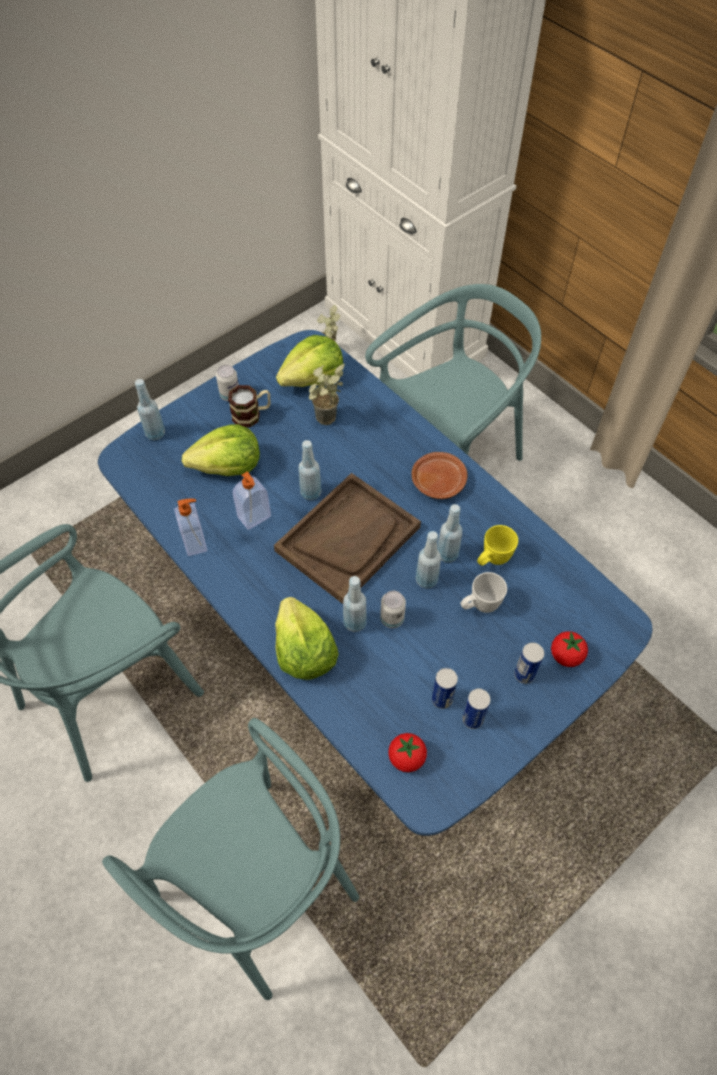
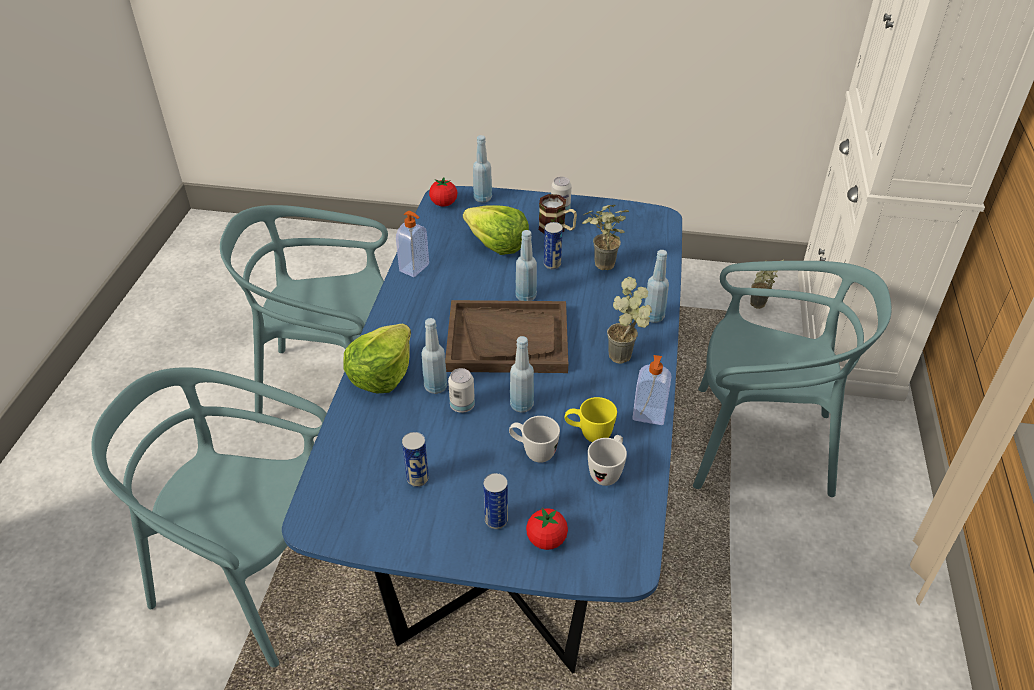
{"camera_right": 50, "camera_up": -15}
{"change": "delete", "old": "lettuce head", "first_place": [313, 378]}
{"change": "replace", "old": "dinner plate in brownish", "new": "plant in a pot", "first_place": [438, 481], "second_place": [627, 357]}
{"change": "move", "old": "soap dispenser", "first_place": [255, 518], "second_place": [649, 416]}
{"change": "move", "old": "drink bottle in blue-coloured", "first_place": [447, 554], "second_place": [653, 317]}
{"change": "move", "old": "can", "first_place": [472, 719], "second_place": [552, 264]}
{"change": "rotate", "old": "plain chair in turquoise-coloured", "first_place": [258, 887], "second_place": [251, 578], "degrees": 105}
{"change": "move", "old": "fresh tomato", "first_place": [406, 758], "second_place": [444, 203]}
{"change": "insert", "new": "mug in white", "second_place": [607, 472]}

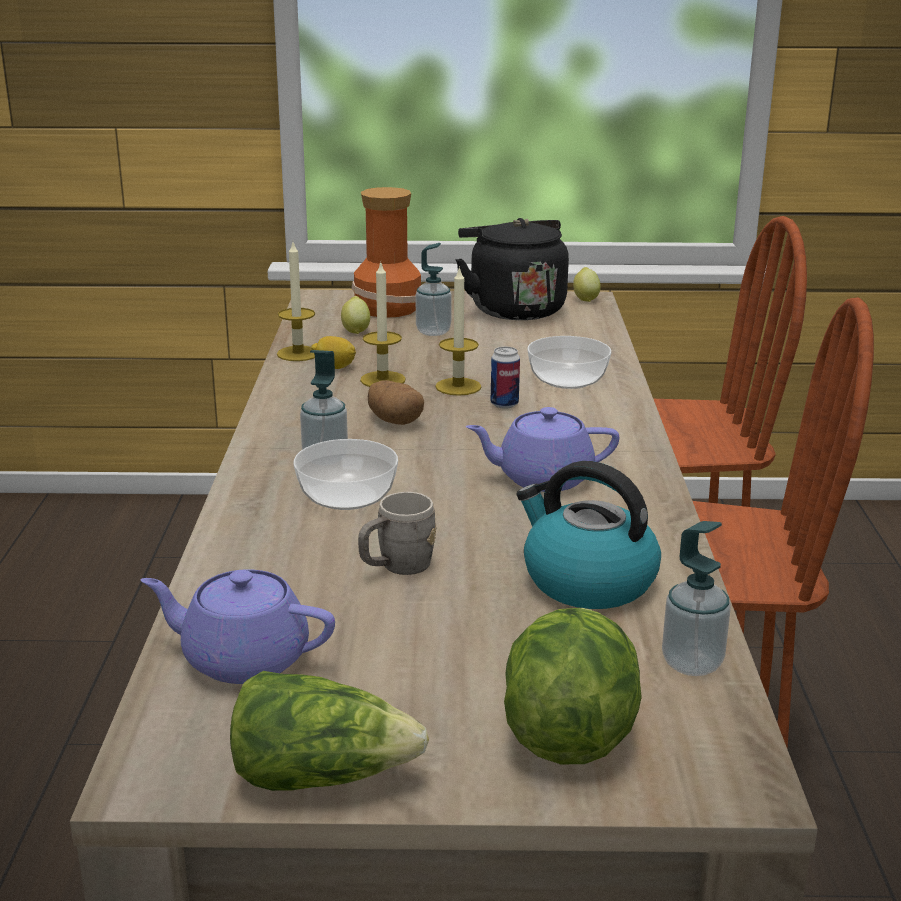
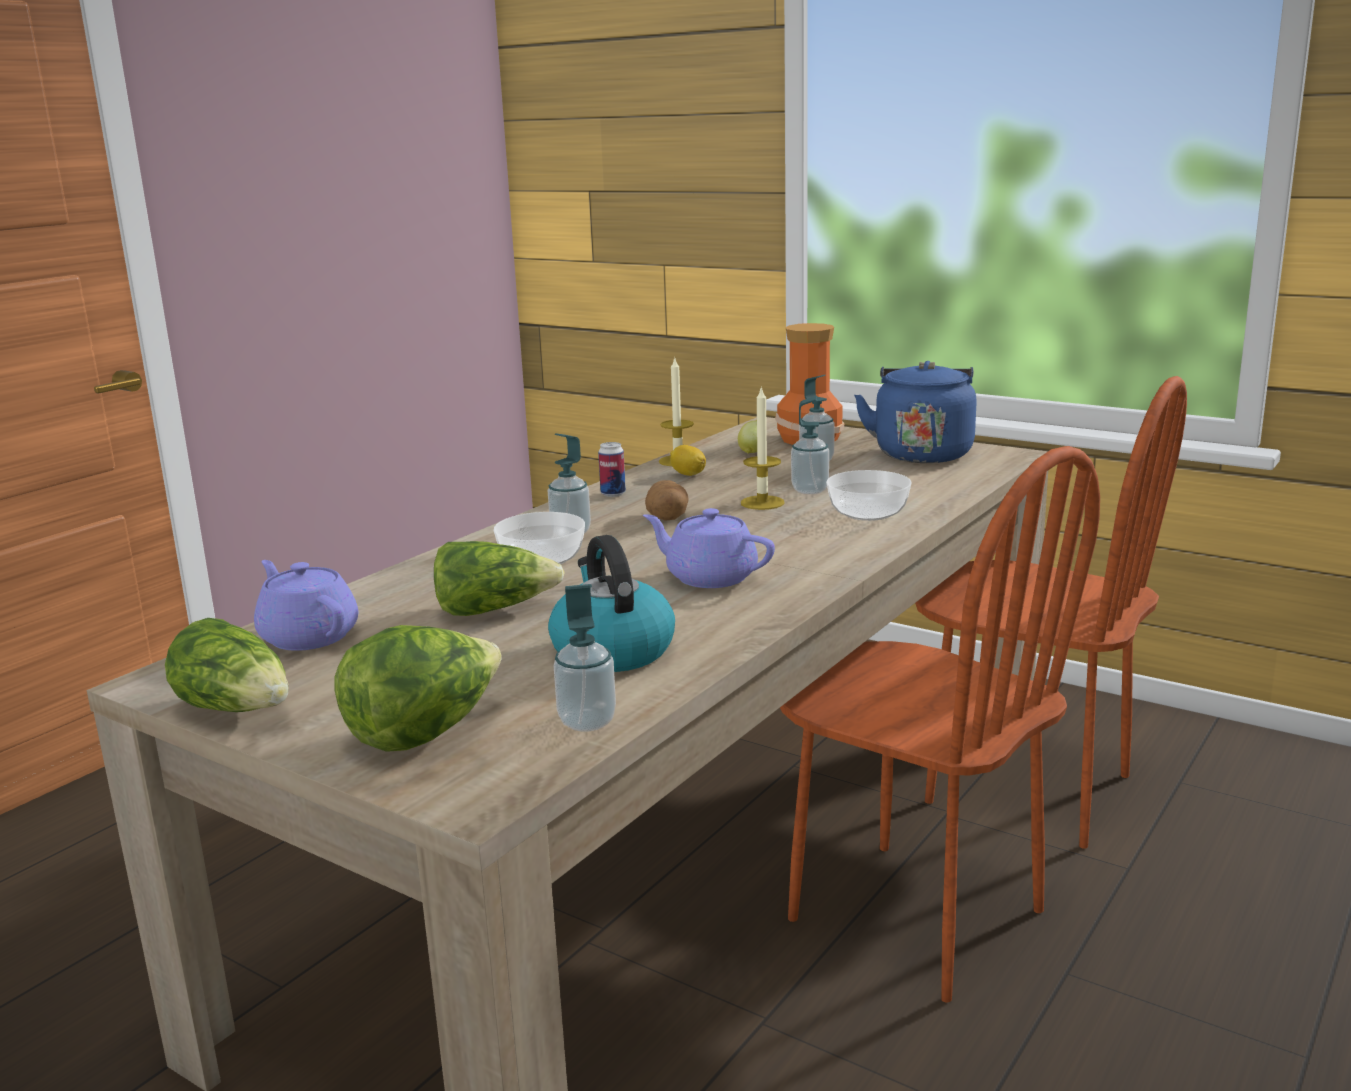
{"camera_right": 35, "camera_up": -5}
{"change": "recolor", "old": "tea kettle in black-coloured", "new": "tea kettle in blue-coloured", "first_place": [513, 309], "second_place": [922, 453]}
{"change": "delete", "old": "wax light", "first_place": [383, 380]}
{"change": "delete", "old": "citrus fruit", "first_place": [585, 299]}
{"change": "move", "old": "can", "first_place": [504, 404], "second_place": [613, 494]}
{"change": "replace", "old": "mug in gray", "new": "lettuce head", "first_place": [397, 567], "second_place": [494, 610]}
{"change": "insert", "new": "soap dispenser", "second_place": [810, 490]}

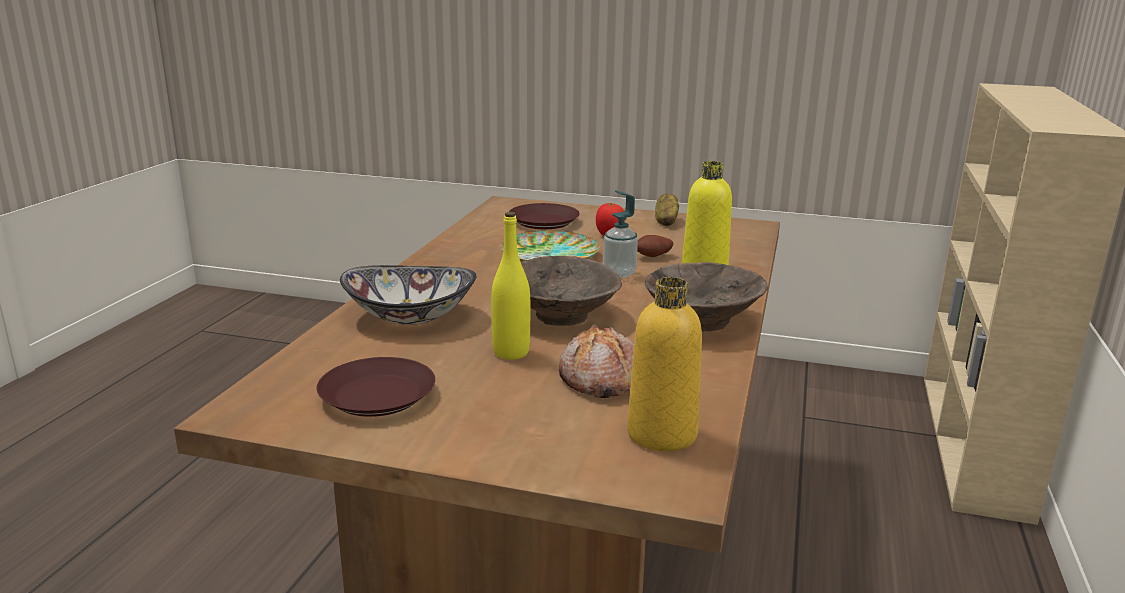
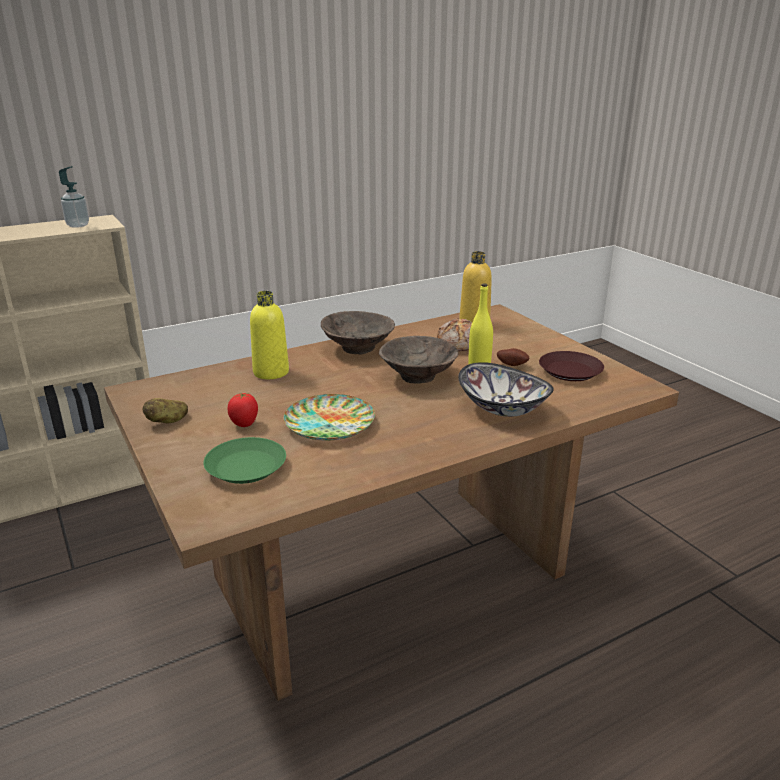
{"camera_right": -135, "camera_up": 5}
{"change": "move", "old": "soap dispenser", "first_place": [619, 274], "second_place": [78, 225]}
{"change": "recolor", "old": "dinner plate in brownish", "new": "dinner plate in green", "first_place": [544, 222], "second_place": [245, 467]}
{"change": "move", "old": "potato", "first_place": [653, 257], "second_place": [512, 364]}

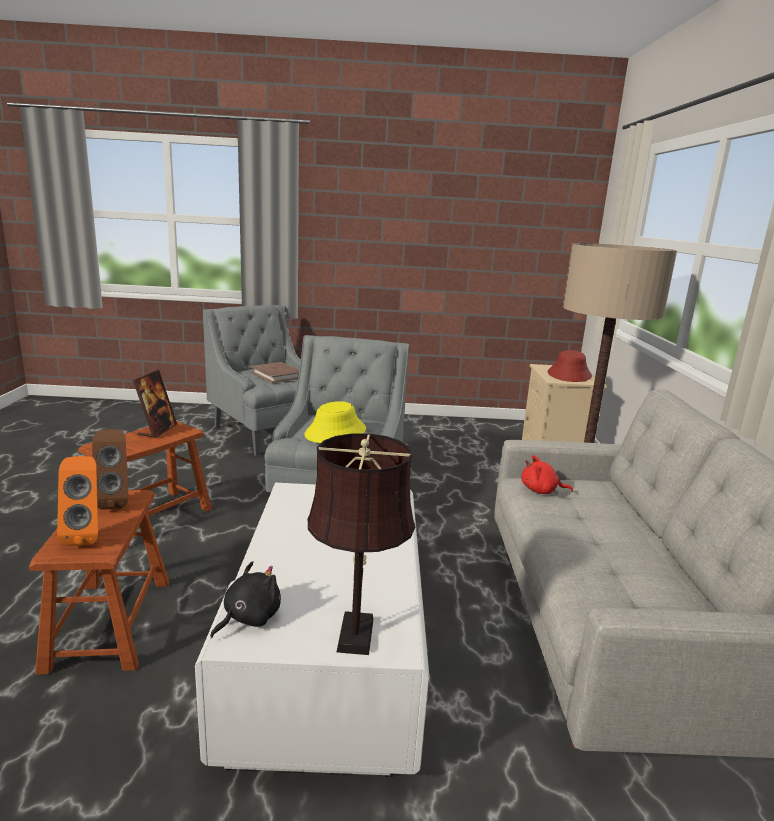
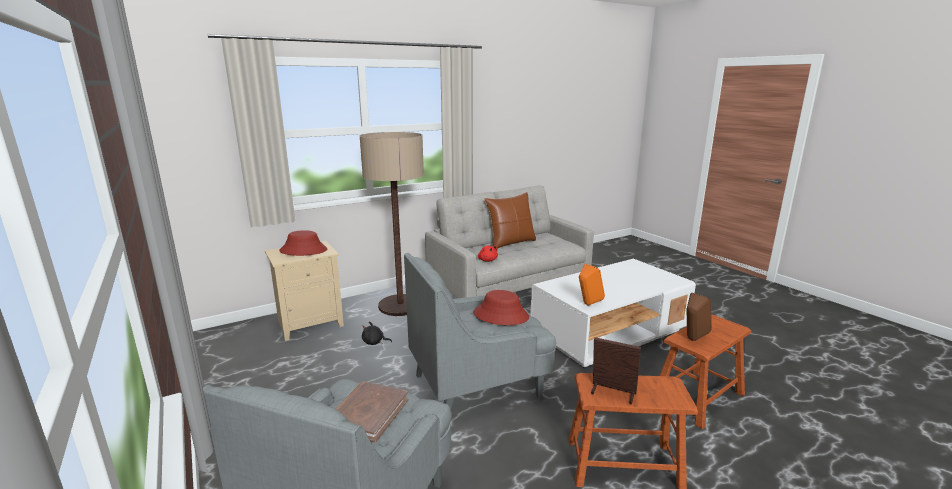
{"camera_right": -120, "camera_up": 0}
{"change": "rotate", "old": "photo frame", "first_place": [157, 430], "second_place": [612, 393], "degrees": 45}
{"change": "recolor", "old": "wearable hat in yellow", "new": "wearable hat in reddish", "first_place": [335, 432], "second_place": [501, 315]}
{"change": "delete", "old": "tabletop lamp in brownish", "first_place": [356, 631]}
{"change": "move", "old": "speaker in orange", "first_place": [87, 536], "second_place": [588, 305]}
{"change": "move", "old": "soft toy in black-coloured", "first_place": [248, 618], "second_place": [374, 342]}
{"change": "insert", "new": "pillow in brownish", "second_place": [510, 243]}

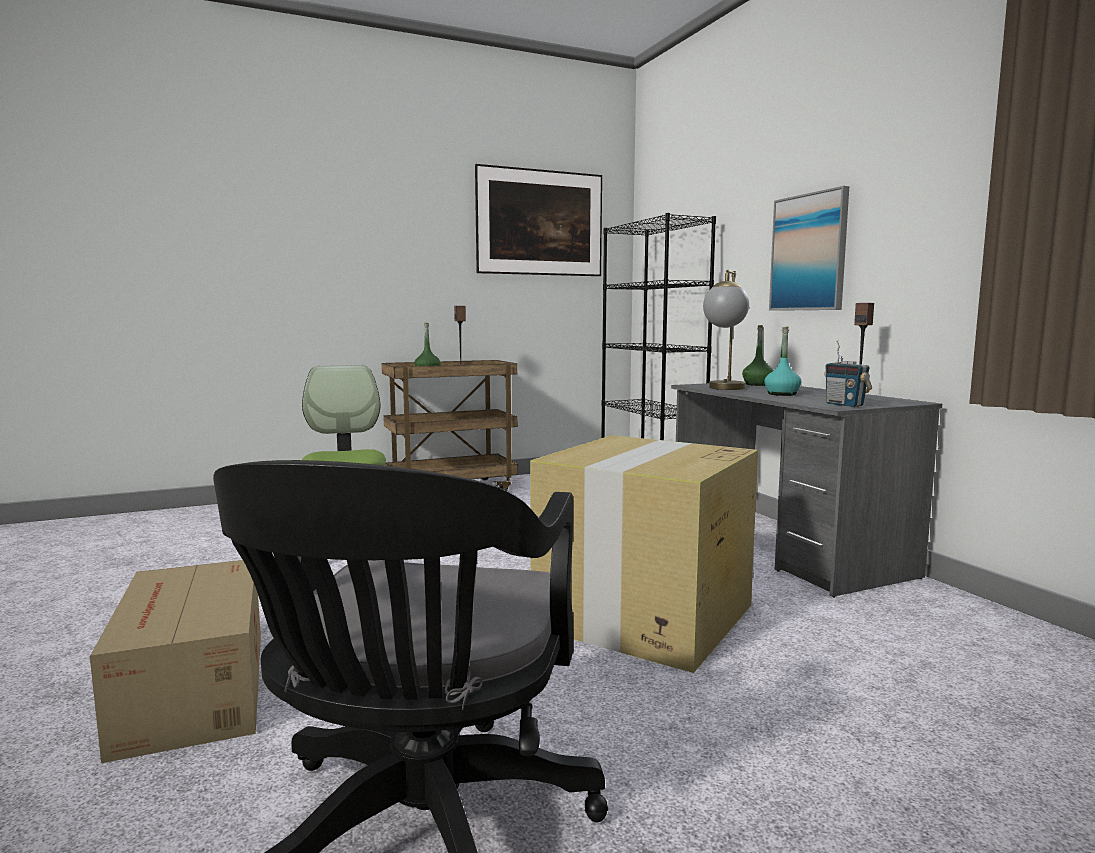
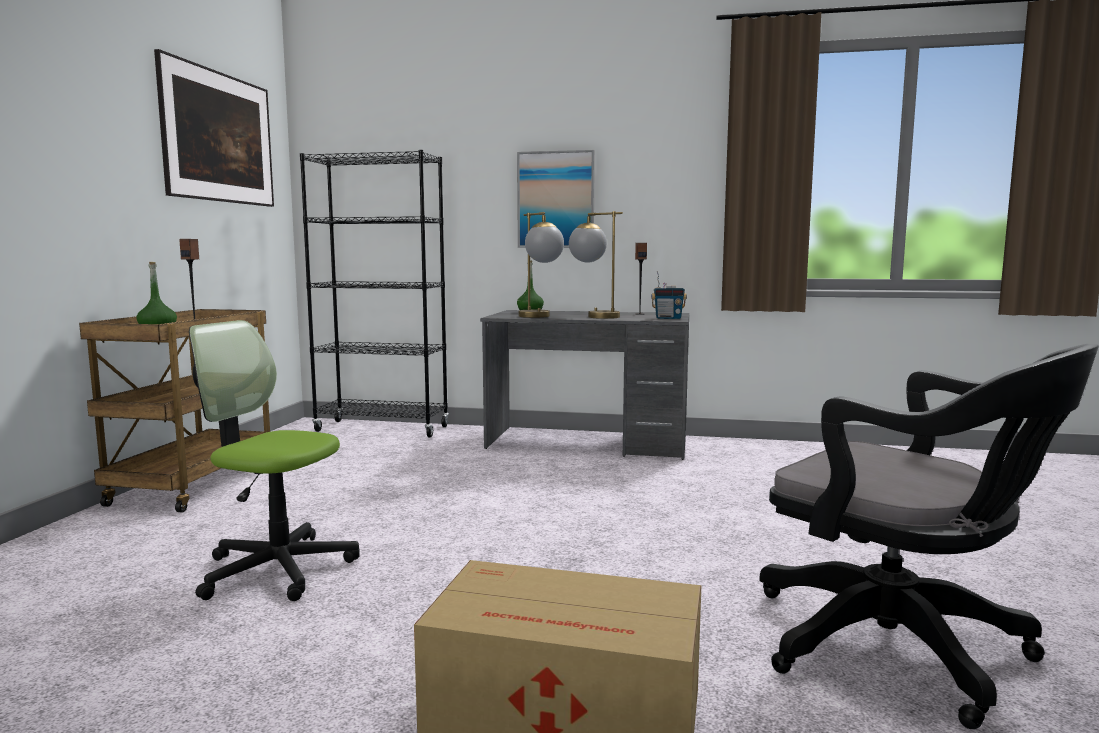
{"camera_right": -55, "camera_up": 0}
{"change": "replace", "old": "drink bottle in turquoise-coloured", "new": "tabletop lamp", "first_place": [782, 394], "second_place": [594, 316]}
{"change": "delete", "old": "packing box", "first_place": [643, 617]}

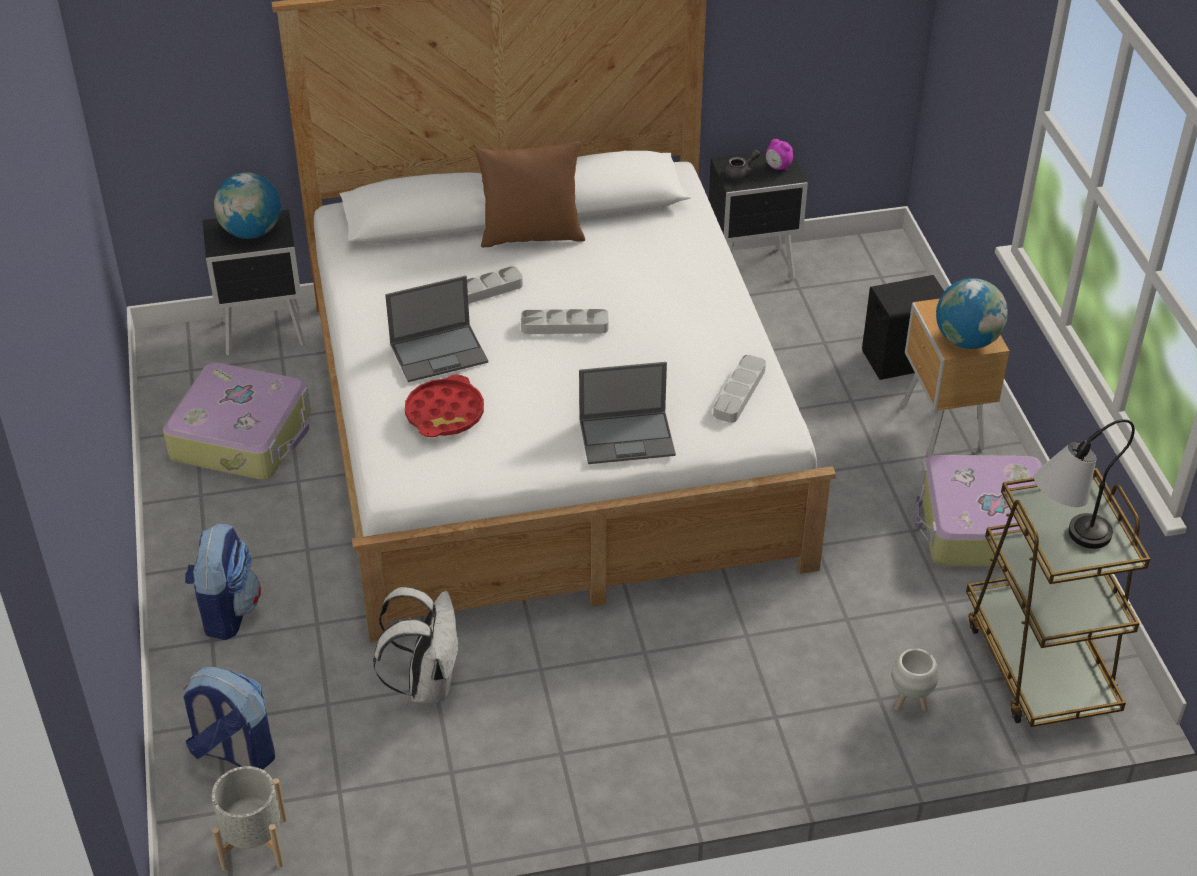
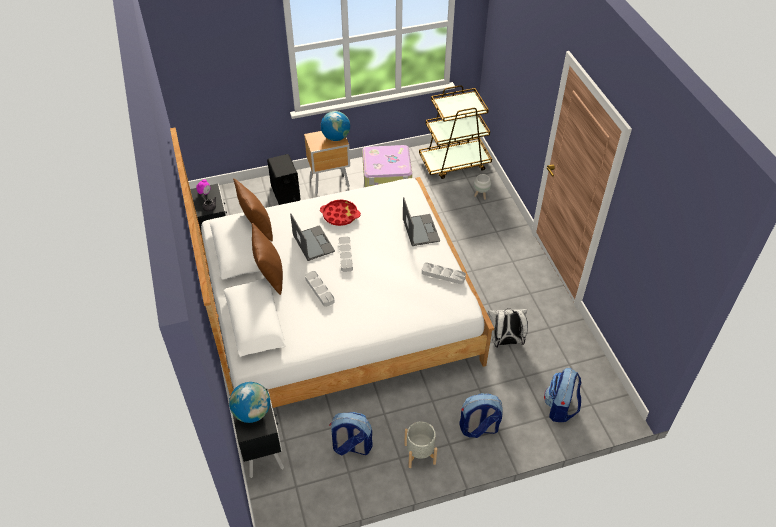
{"camera_right": -95, "camera_up": 5}
{"change": "move", "old": "portable computer", "first_place": [440, 352], "second_place": [313, 243]}
{"change": "move", "old": "serving tray in gray", "first_place": [739, 392], "second_place": [443, 275]}
{"change": "replace", "old": "suitcase", "new": "knapsack", "first_place": [243, 435], "second_place": [351, 446]}
{"change": "move", "old": "serving tray in reddish", "first_place": [445, 413], "second_place": [340, 215]}
{"change": "delete", "old": "tabletop lamp", "first_place": [1063, 540]}
{"change": "move", "old": "planter in gray", "first_place": [254, 843], "second_place": [420, 454]}
{"change": "insert", "new": "pillow in brownish", "second_place": [257, 226]}

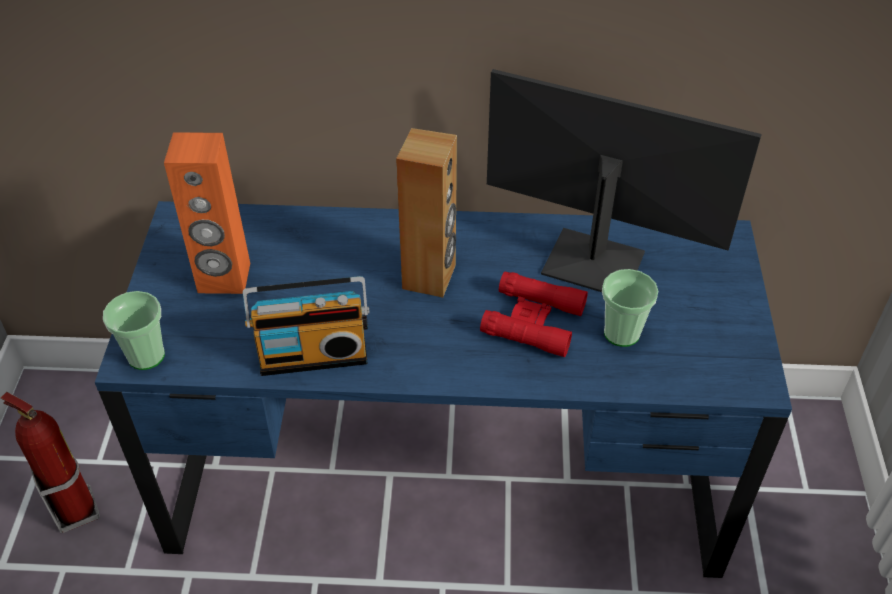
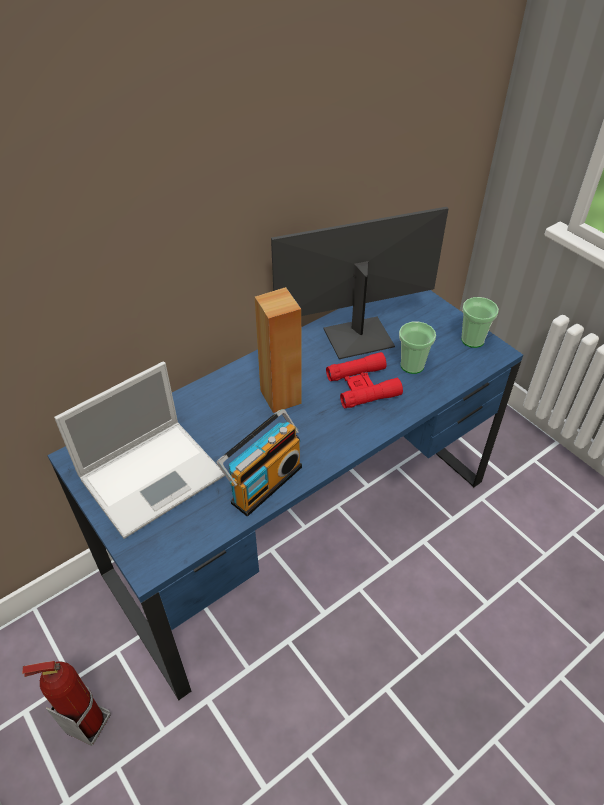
{"camera_right": -40, "camera_up": 0}
{"change": "replace", "old": "speaker in orange", "new": "portable computer", "first_place": [224, 278], "second_place": [154, 475]}
{"change": "move", "old": "drinking cup", "first_place": [146, 355], "second_place": [472, 340]}

